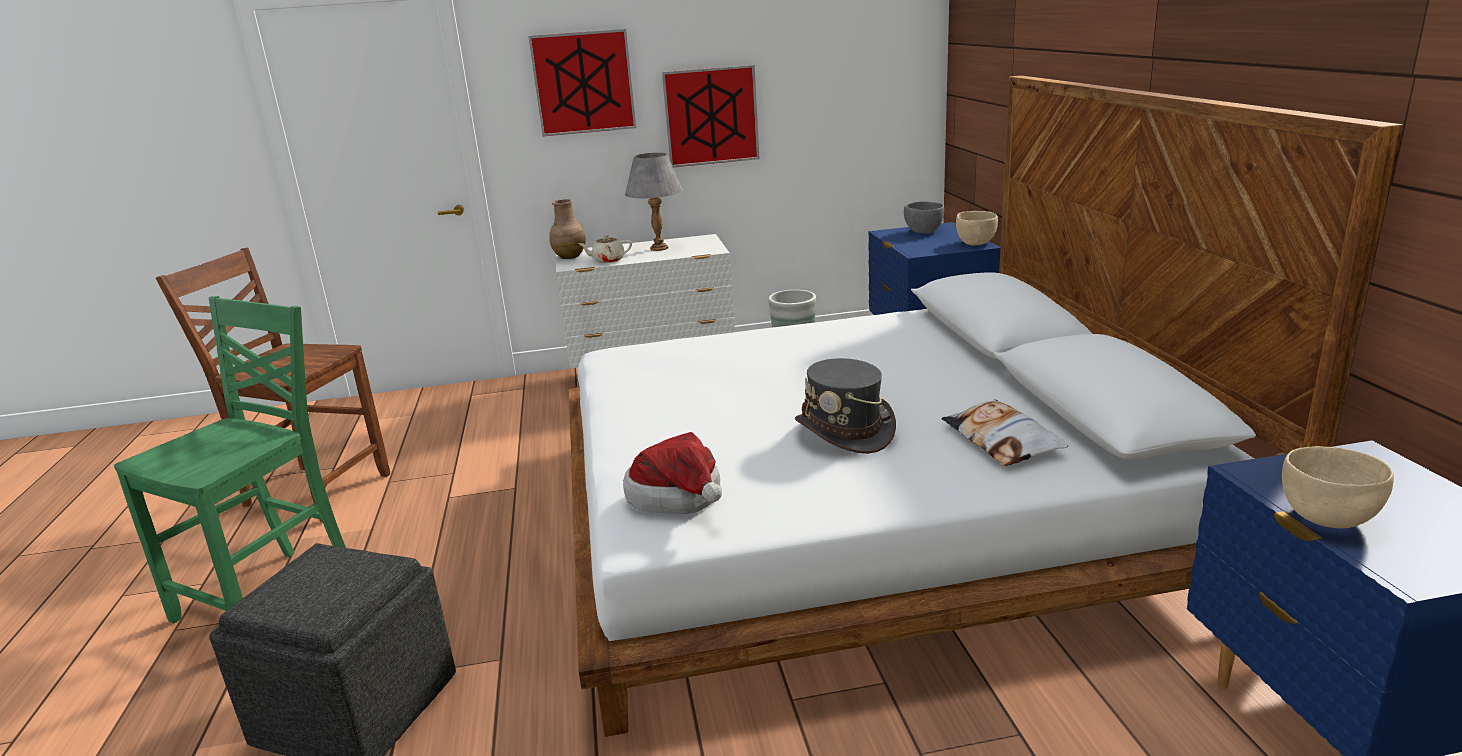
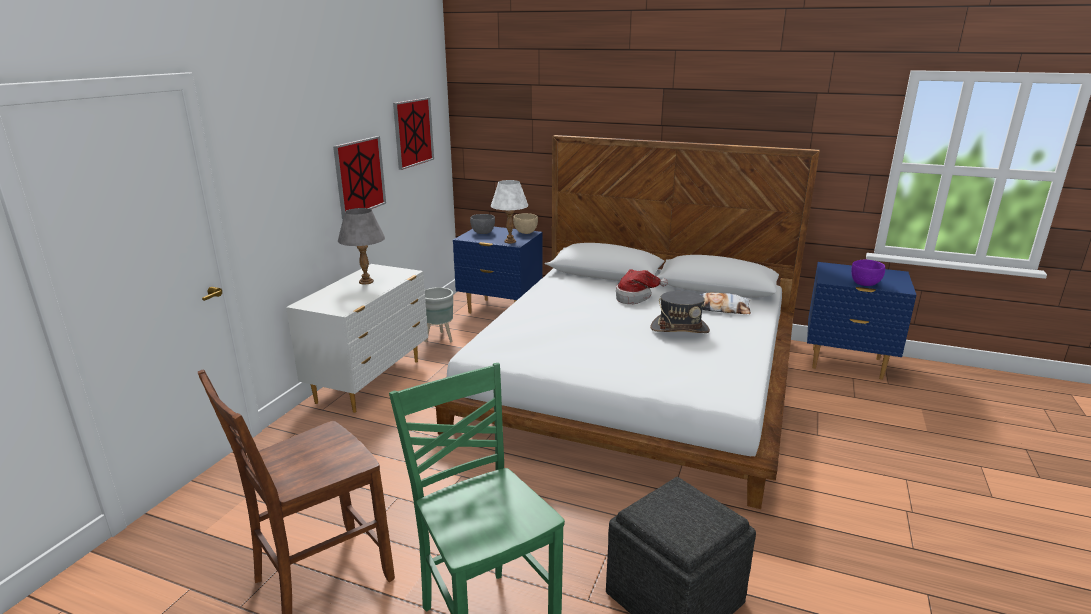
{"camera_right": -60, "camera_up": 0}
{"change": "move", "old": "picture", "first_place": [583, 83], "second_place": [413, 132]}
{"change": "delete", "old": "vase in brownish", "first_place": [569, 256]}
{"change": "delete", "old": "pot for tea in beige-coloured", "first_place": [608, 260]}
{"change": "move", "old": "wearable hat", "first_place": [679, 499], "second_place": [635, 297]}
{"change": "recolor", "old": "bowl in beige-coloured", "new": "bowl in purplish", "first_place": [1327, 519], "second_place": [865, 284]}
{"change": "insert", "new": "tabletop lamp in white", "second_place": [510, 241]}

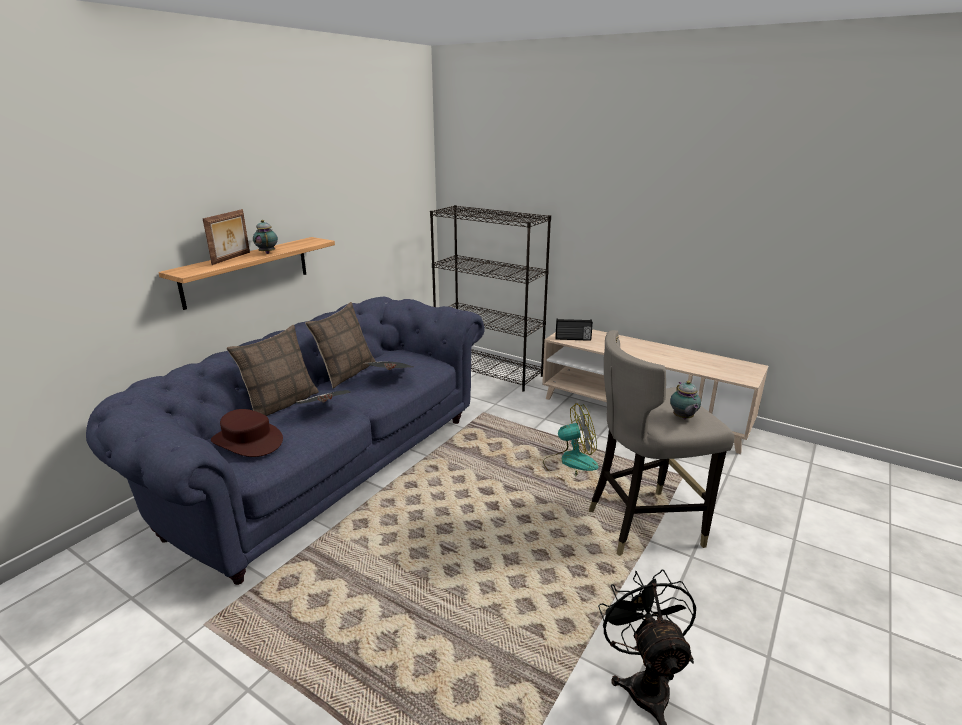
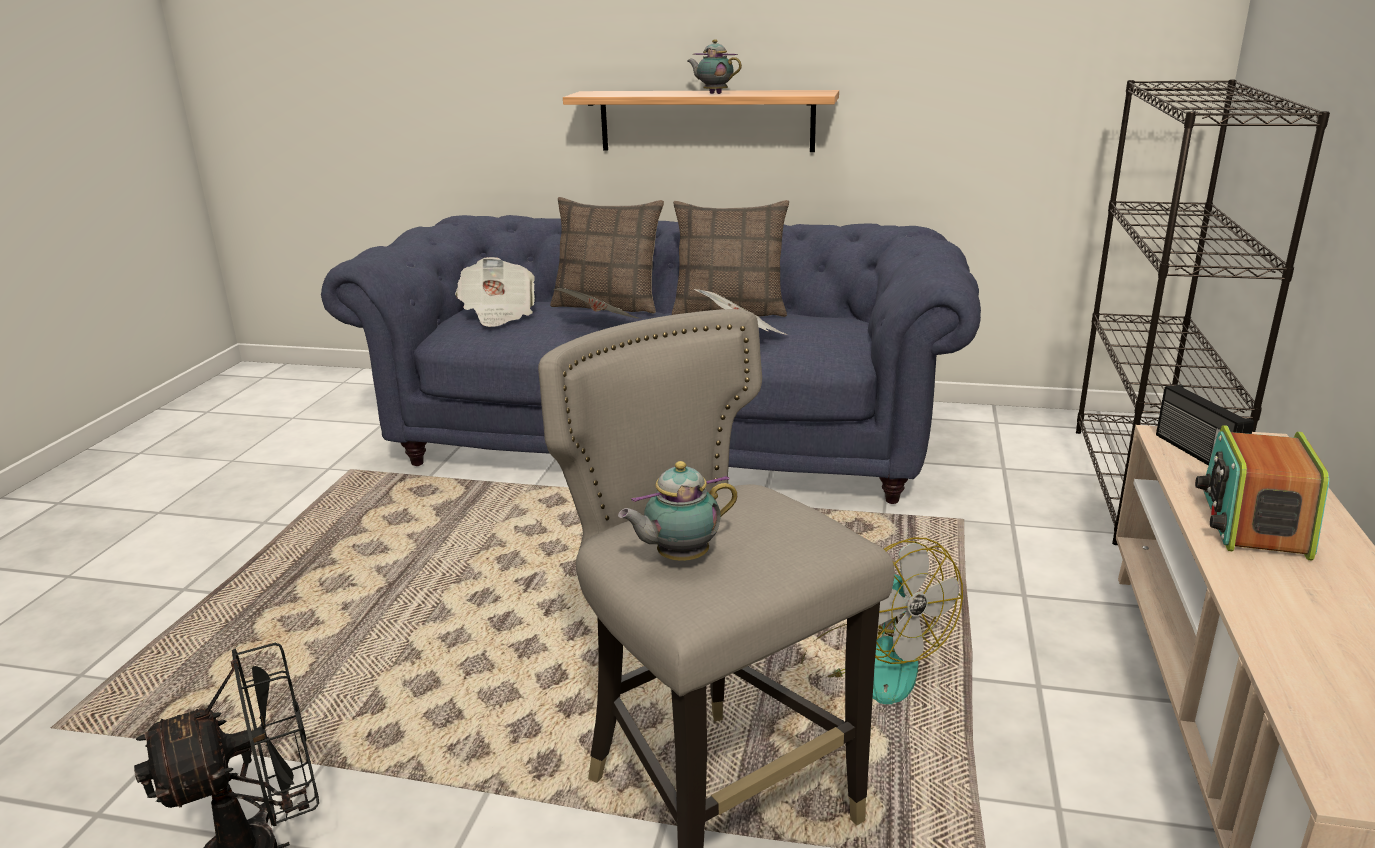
{"camera_right": 70, "camera_up": 0}
{"change": "delete", "old": "photo frame", "first_place": [232, 258]}
{"change": "rotate", "old": "pot for tea", "first_place": [267, 253], "second_place": [714, 93], "degrees": -105}
{"change": "replace", "old": "wearable hat in brownish", "new": "printed paper", "first_place": [248, 441], "second_place": [498, 313]}
{"change": "insert", "new": "radio", "second_place": [1252, 523]}

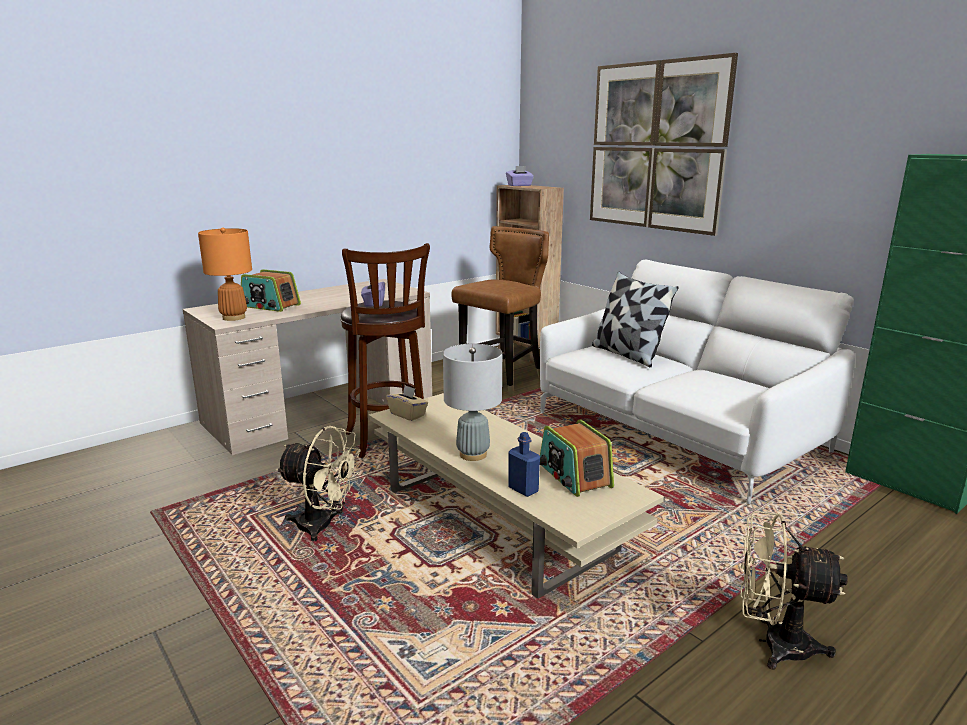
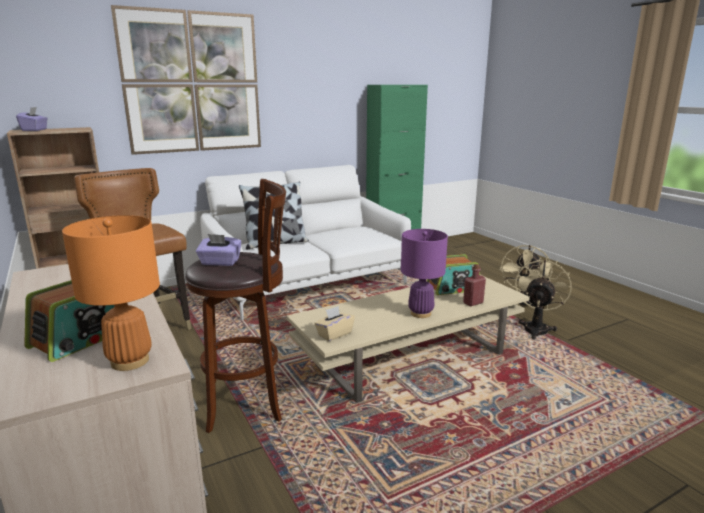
{"camera_right": -80, "camera_up": 0}
{"change": "recolor", "old": "tabletop lamp in gray", "new": "tabletop lamp in purplish", "first_place": [473, 454], "second_place": [420, 313]}
{"change": "move", "old": "cooling fan in beige-coloured", "first_place": [323, 526], "second_place": [536, 328]}
{"change": "recolor", "old": "drink bottle in blue-coloured", "new": "drink bottle in reddish", "first_place": [523, 490], "second_place": [473, 303]}

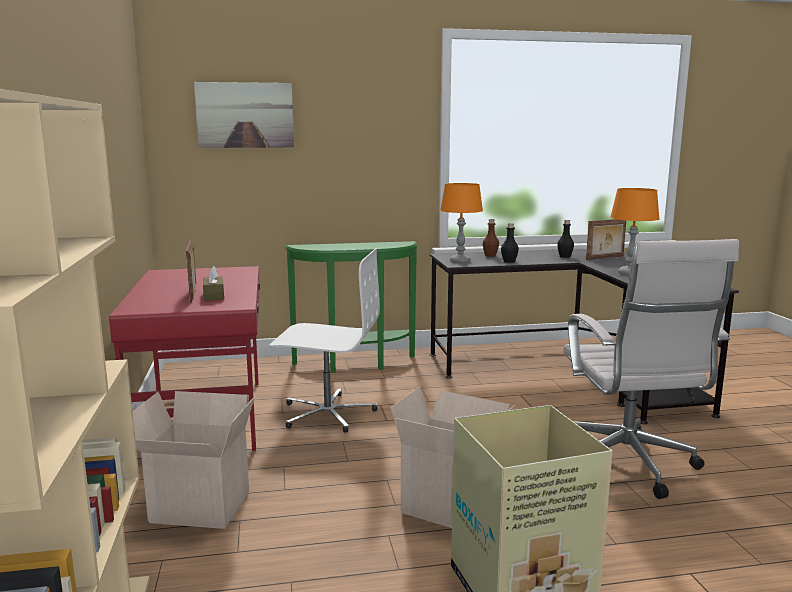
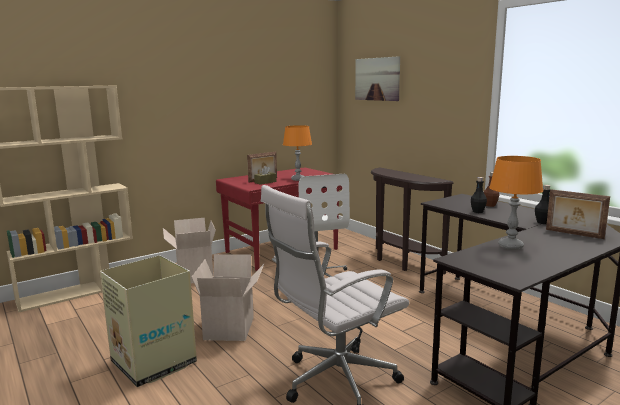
{"camera_right": 65, "camera_up": 0}
{"change": "move", "old": "tabletop lamp in orange", "first_place": [460, 261], "second_place": [298, 179]}
{"change": "recolor", "old": "hall table in green", "new": "hall table in brownish", "first_place": [356, 364], "second_place": [401, 262]}

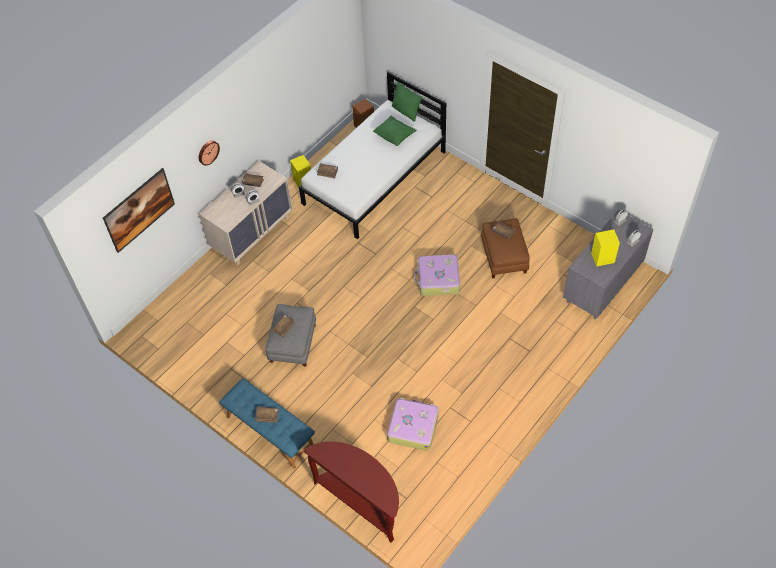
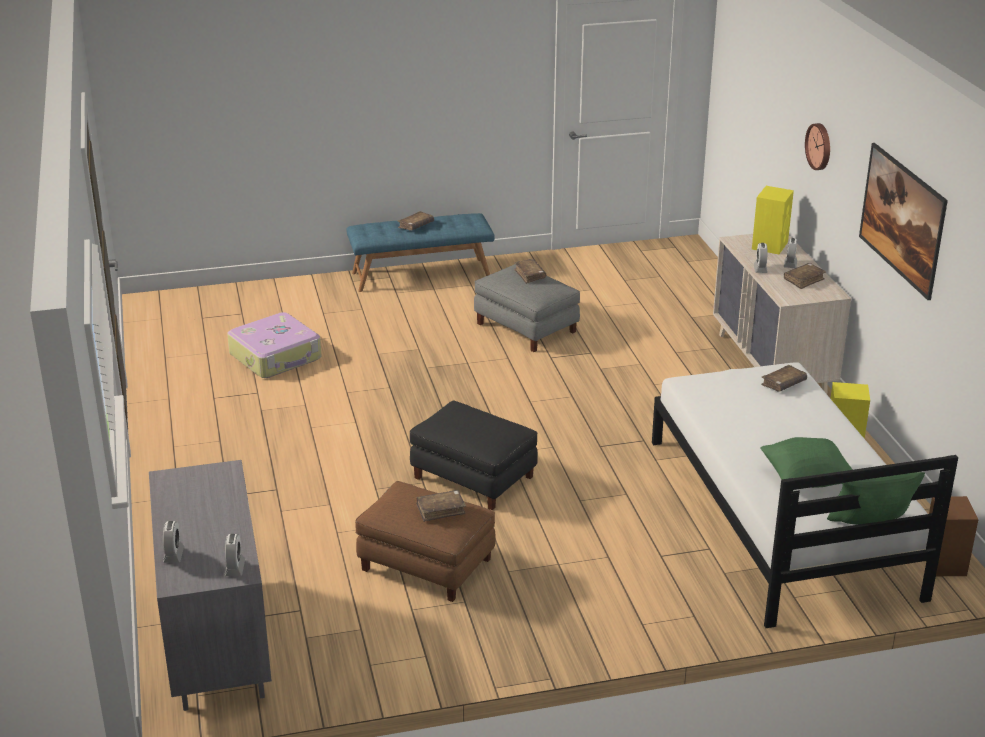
{"camera_right": 125, "camera_up": -25}
{"change": "move", "old": "picture", "first_place": [142, 219], "second_place": [898, 243]}
{"change": "move", "old": "speaker in yellow", "first_place": [602, 258], "second_place": [770, 245]}
{"change": "replace", "old": "suitcase", "new": "footrest in black-coloured", "first_place": [438, 279], "second_place": [472, 478]}
{"change": "delete", "old": "hall table in brownish", "first_place": [361, 501]}

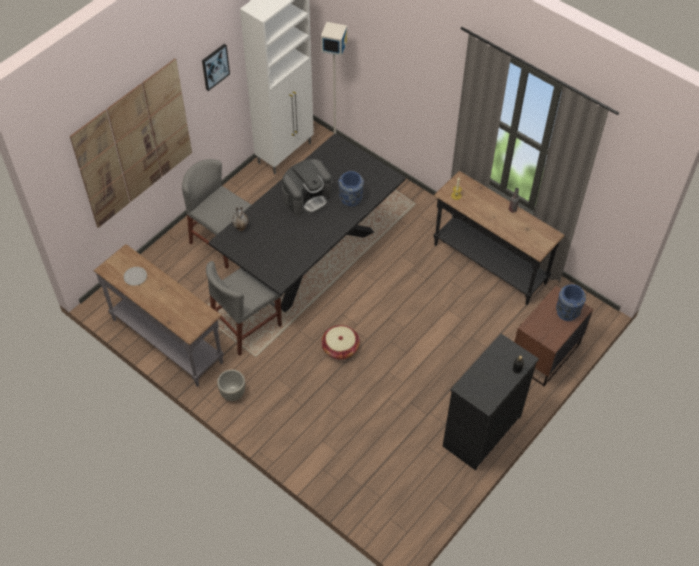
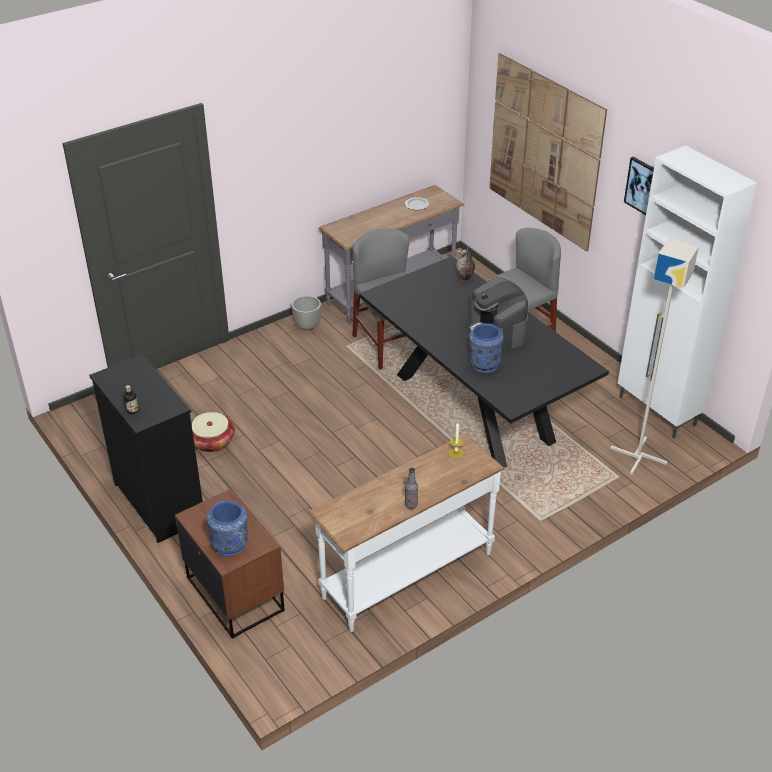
{"camera_right": 105, "camera_up": -15}
{"change": "recolor", "old": "hall table in black-coloured", "new": "hall table in white", "first_place": [488, 265], "second_place": [406, 574]}
{"change": "move", "old": "storage basket", "first_place": [340, 348], "second_place": [212, 441]}

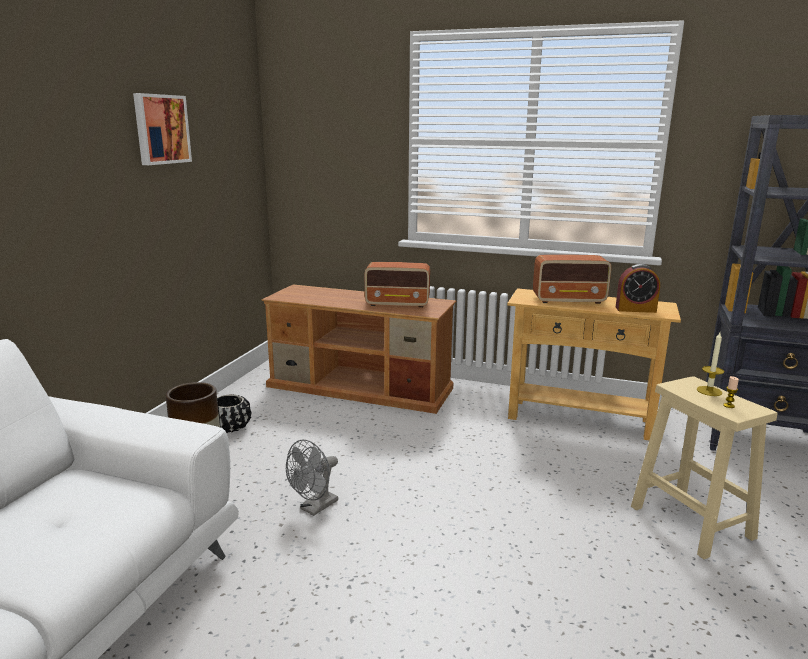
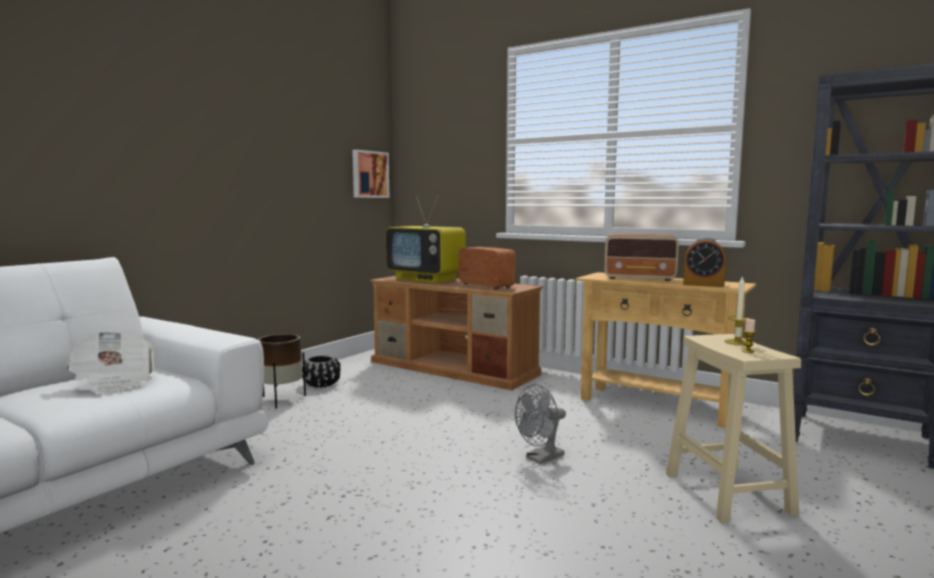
{"camera_right": 15, "camera_up": -10}
{"change": "move", "old": "picture", "first_place": [161, 129], "second_place": [369, 174]}
{"change": "rotate", "old": "radio", "first_place": [398, 304], "second_place": [485, 285], "degrees": -150}
{"change": "move", "old": "cooling fan in gray", "first_place": [315, 508], "second_place": [541, 458]}
{"change": "insert", "new": "television", "second_place": [427, 279]}
{"change": "insert", "new": "printed paper", "second_place": [114, 383]}

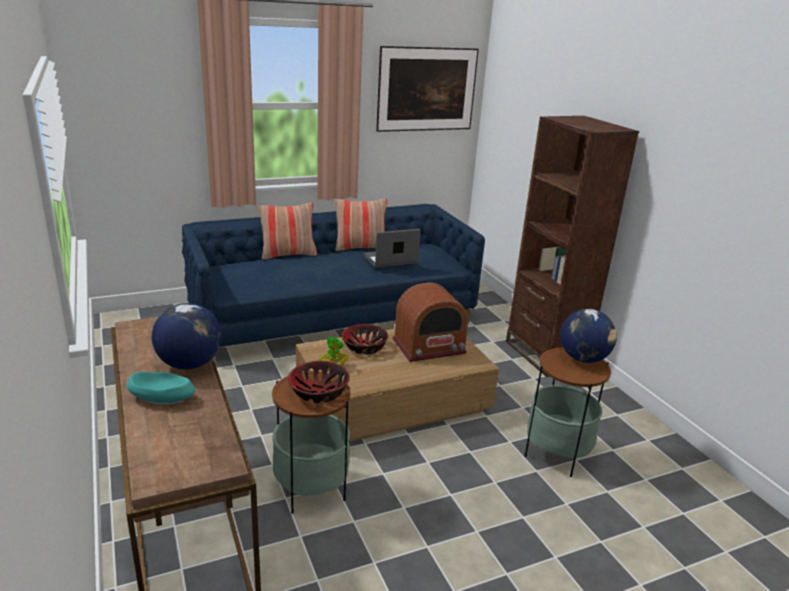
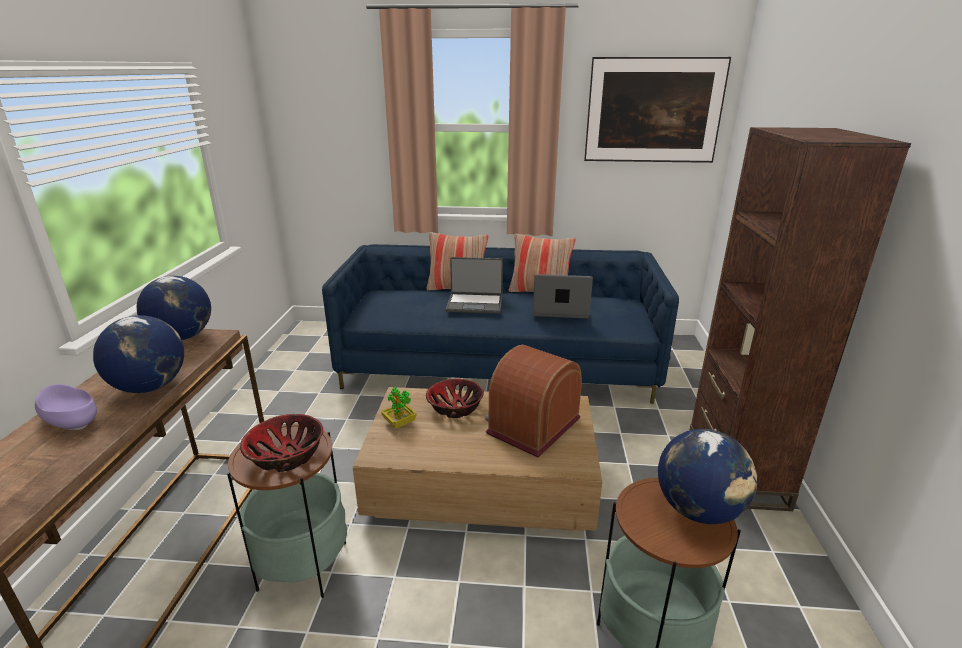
{"camera_right": 30, "camera_up": 0}
{"change": "rotate", "old": "radio", "first_place": [429, 346], "second_place": [533, 425], "degrees": 120}
{"change": "recolor", "old": "bowl in turquoise-coloured", "new": "bowl in purplish", "first_place": [161, 398], "second_place": [70, 420]}
{"change": "insert", "new": "portable computer", "second_place": [475, 304]}
{"change": "insert", "new": "world globe", "second_place": [182, 337]}

